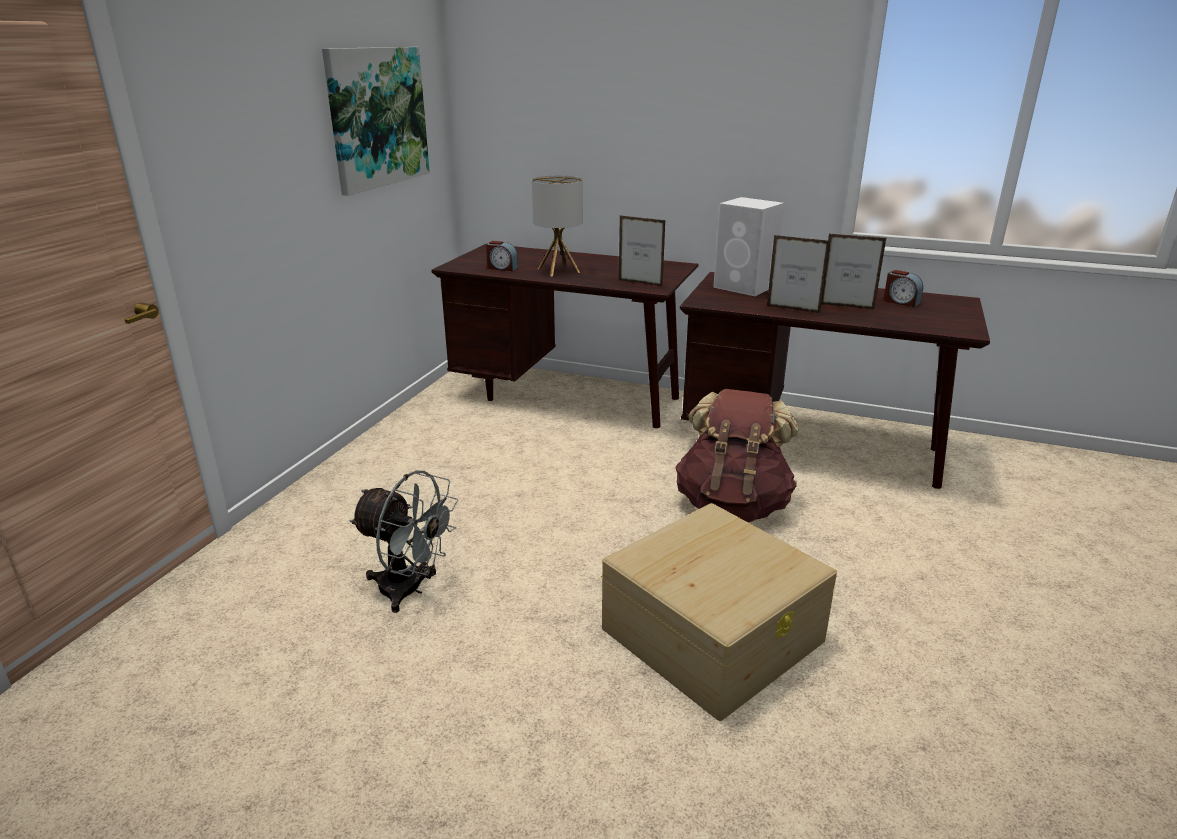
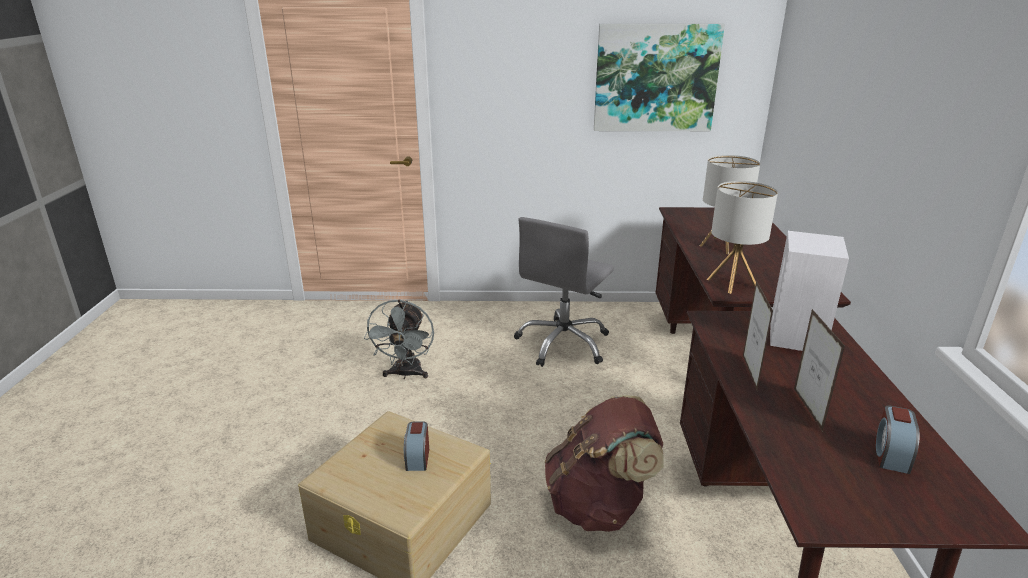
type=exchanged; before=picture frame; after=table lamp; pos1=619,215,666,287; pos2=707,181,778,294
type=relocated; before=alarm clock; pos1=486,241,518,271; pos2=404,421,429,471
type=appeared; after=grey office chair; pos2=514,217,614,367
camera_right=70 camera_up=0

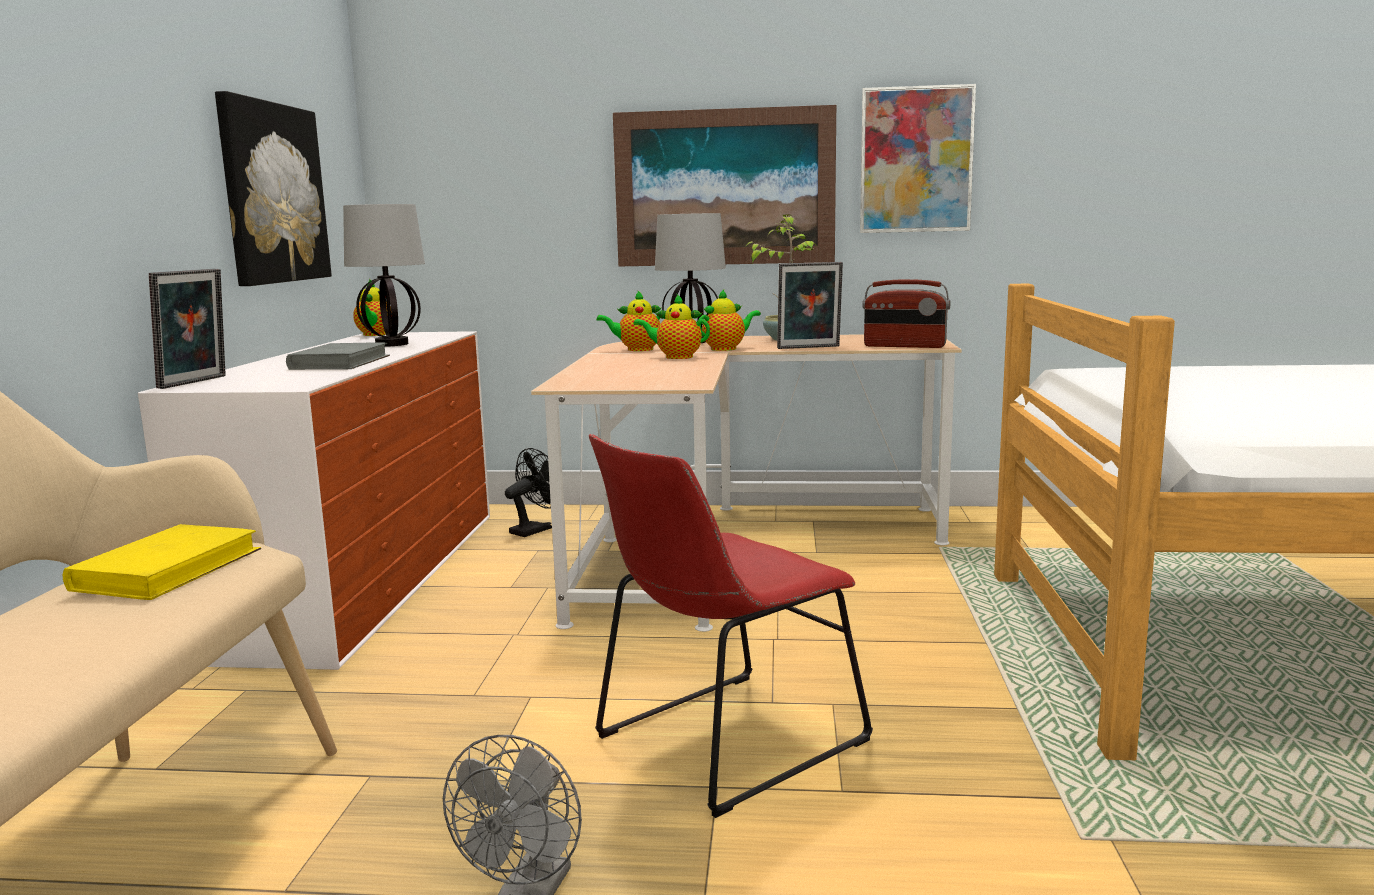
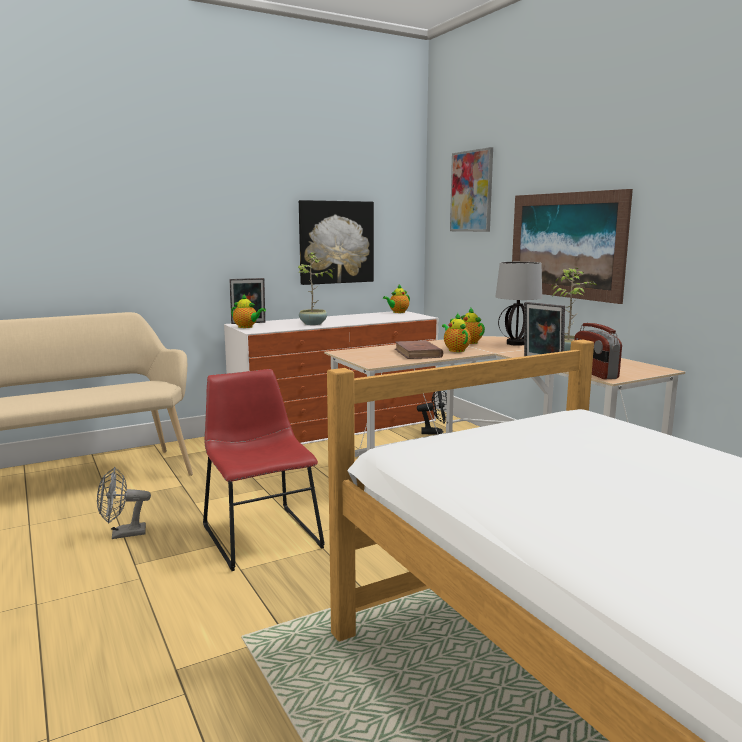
type=relocated; before=picture; pos1=860,84,976,233; pos2=450,147,493,232
type=missing; before=table lamp; pos1=343,204,425,347
type=relocated; before=teapot; pos1=699,290,761,351; pos2=231,294,266,328
type=exchanged; before=grey book; after=potted plant; pos1=286,342,390,370; pos2=297,252,333,325
type=spun; before=red chair; pos1=589,434,873,818; pos2=203,369,325,571; turn=45
type=missing; before=yellow book; pos1=63,524,261,600
type=appeared; after=brown book; pos2=395,340,443,359
camera_right=55 camera_up=0

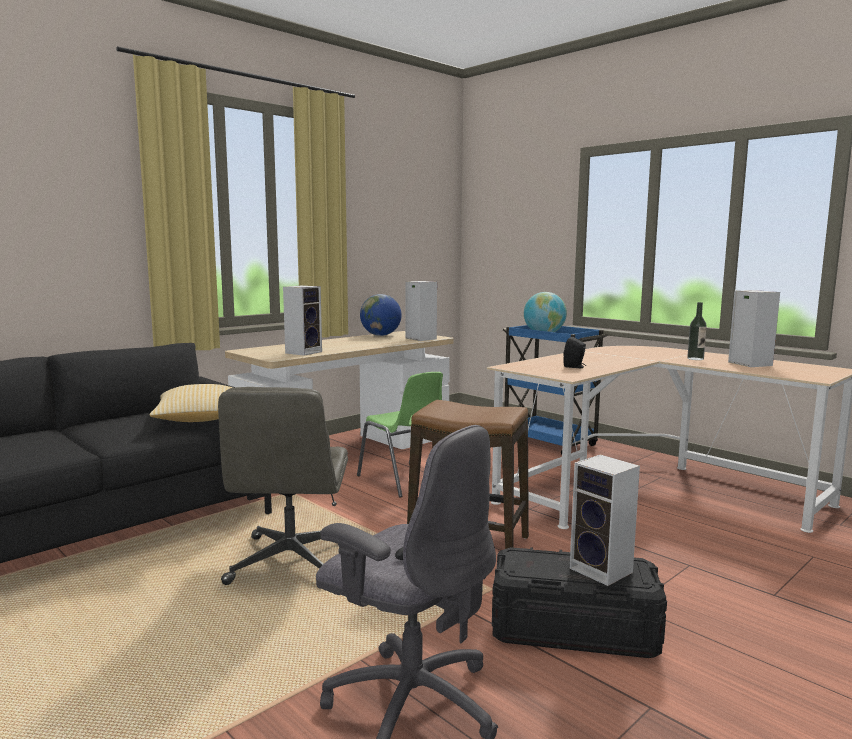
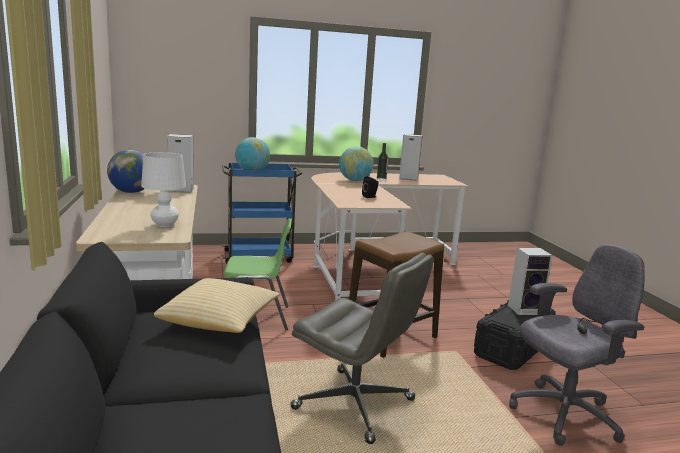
type=exchanged; before=speaker; after=white table lamp; pos1=283,285,322,356; pos2=141,152,186,227
type=appeared; after=globe; pos2=339,146,374,181
camera_right=-60 camera_up=5

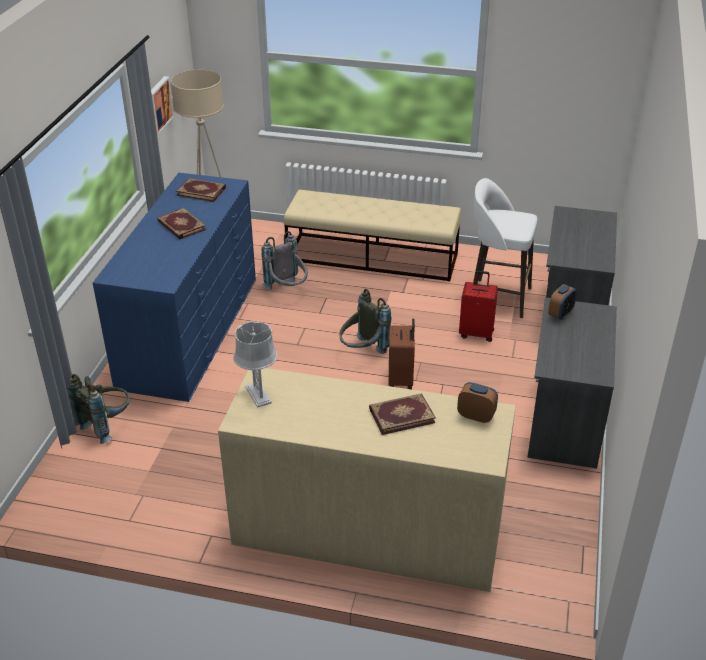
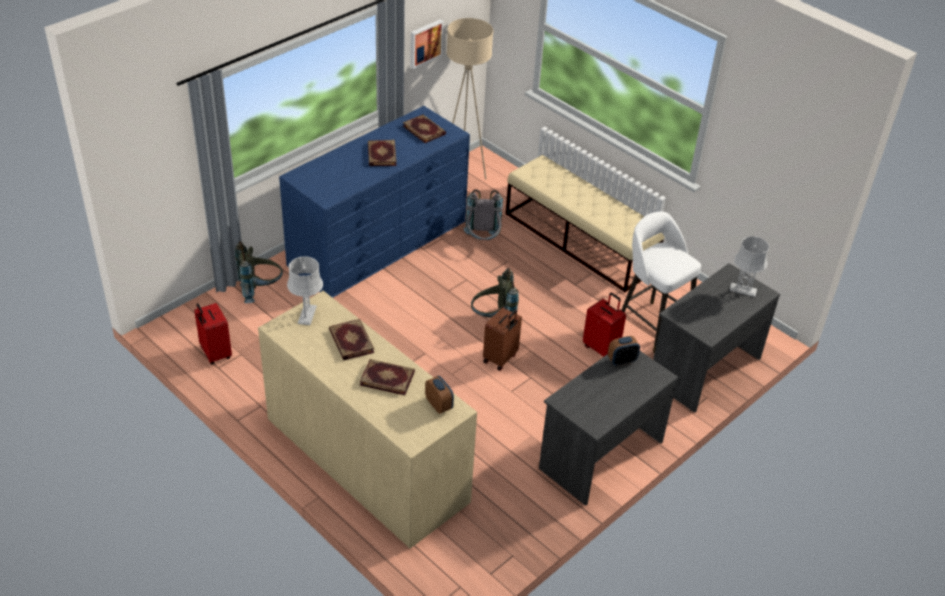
type=appeared; after=grey table lamp; pos2=730,236,769,297
type=appeared; after=red suitcase; pos2=194,303,232,365
type=appeared; after=book; pos2=329,319,374,360
camera_right=30 camera_up=5

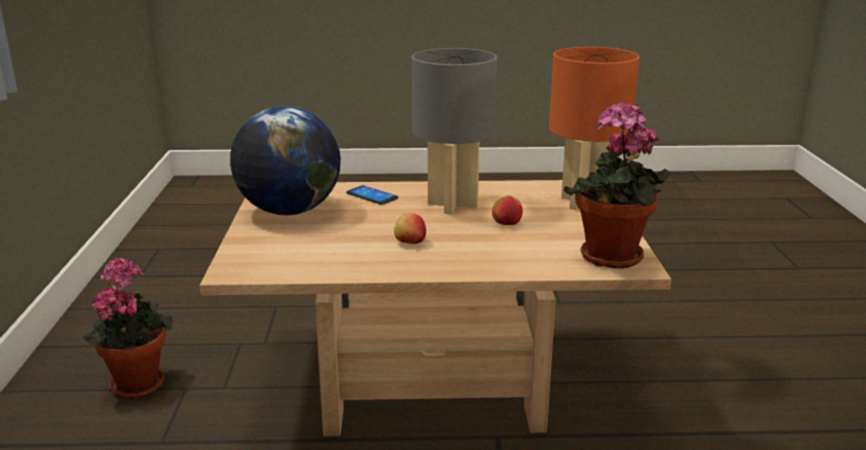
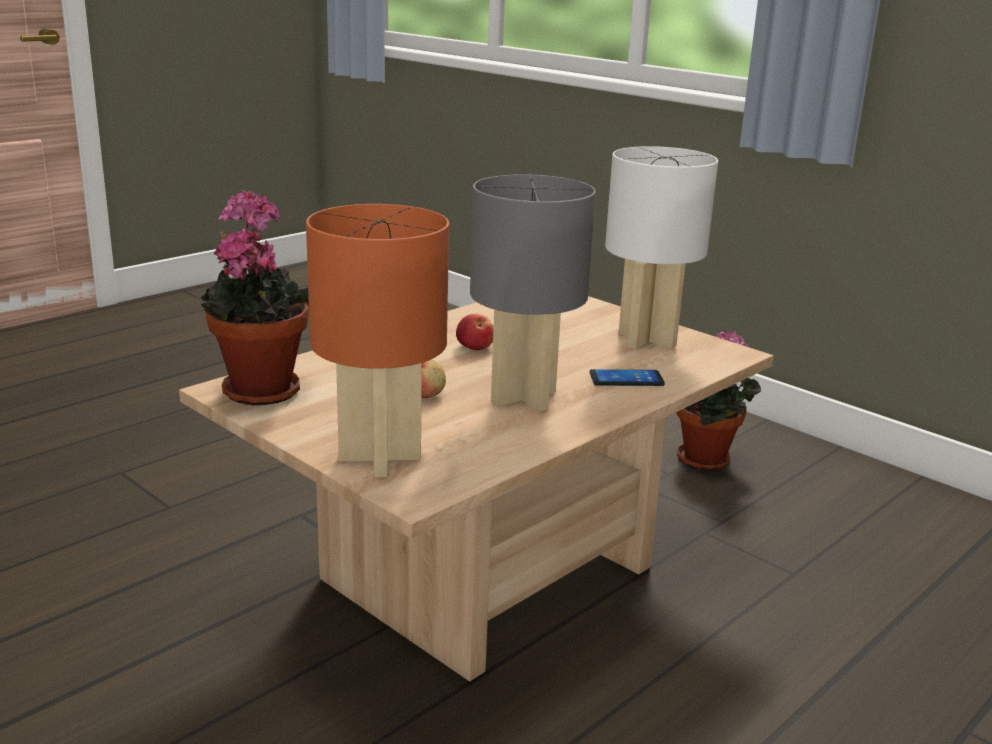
type=exchanged; before=globe; after=white table lamp; pos1=230,106,341,215; pos2=605,146,718,349
camera_right=135 camera_up=0

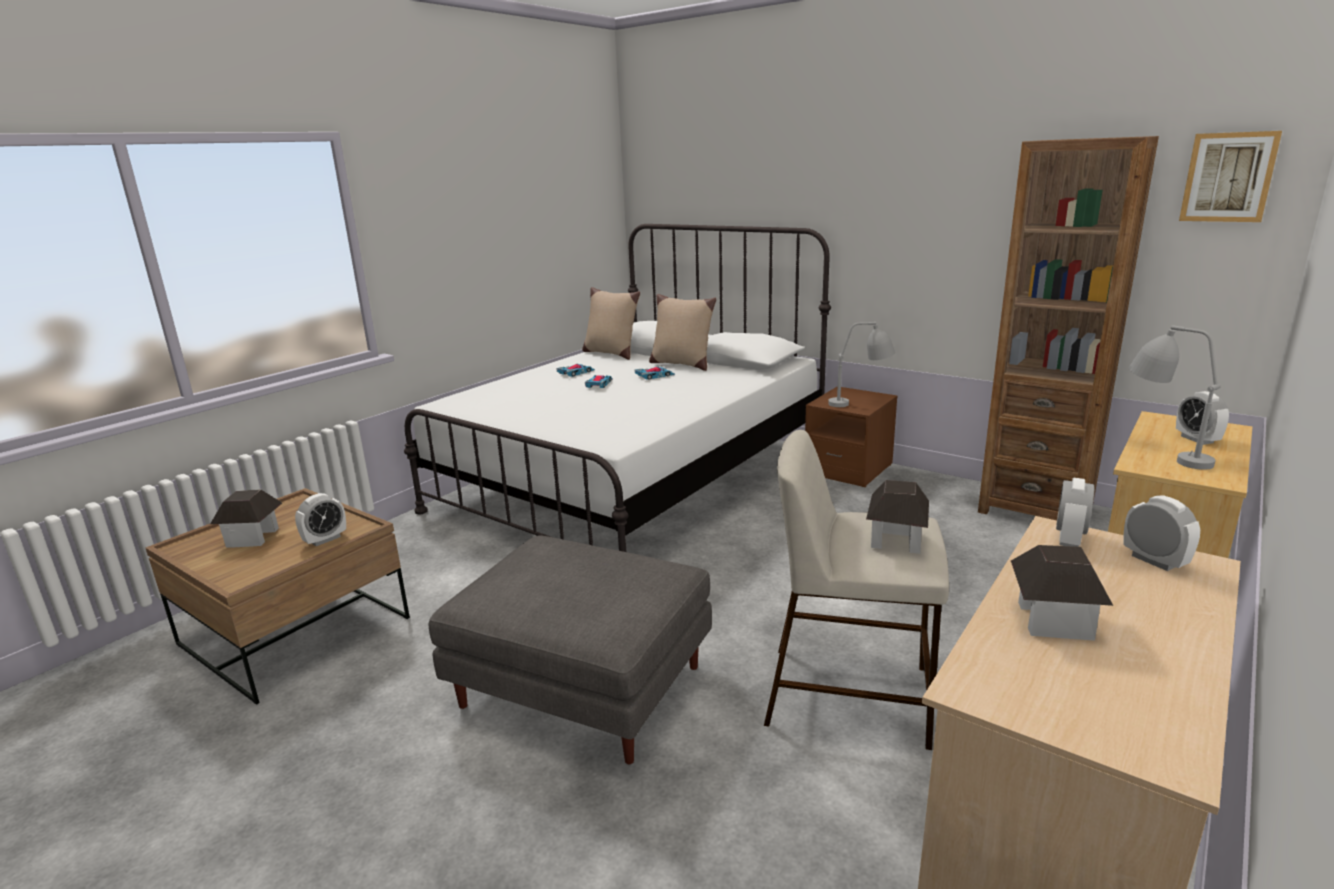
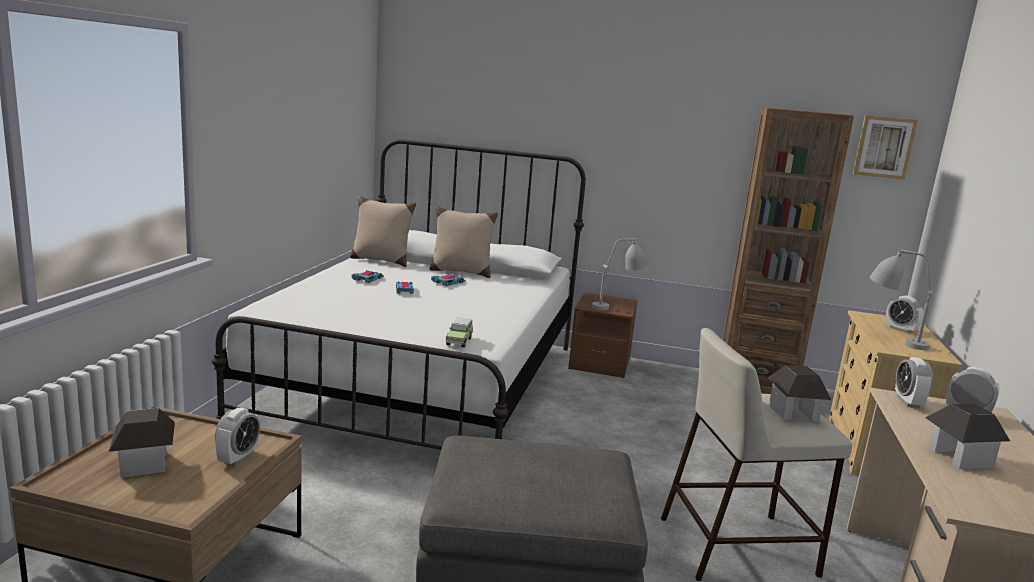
type=appeared; after=toy car; pos2=446,318,473,348
camera_right=-25 camera_up=-5

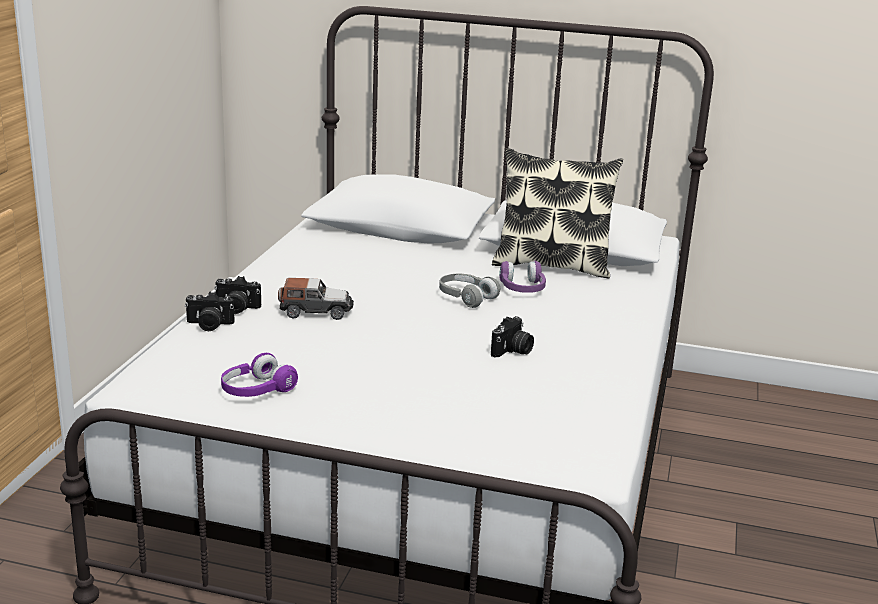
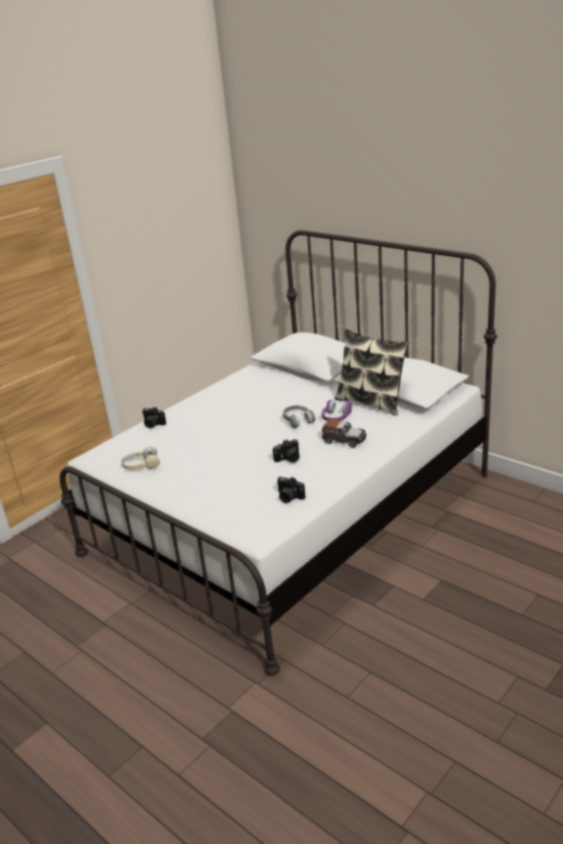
type=relocated; before=photo camera; pos1=214,276,261,314; pos2=277,477,305,503
type=relocated; before=toy car; pos1=278,278,354,320; pos2=322,419,366,448
type=colour; before=purple headphones; after=beige headphones; pos1=221,353,298,397; pos2=121,447,160,470
camera_right=30 camera_up=5

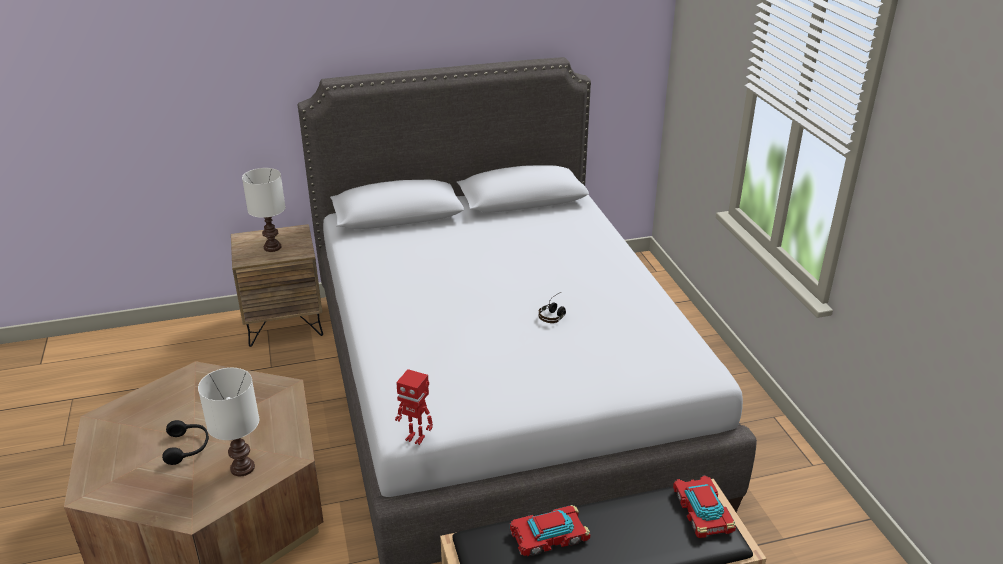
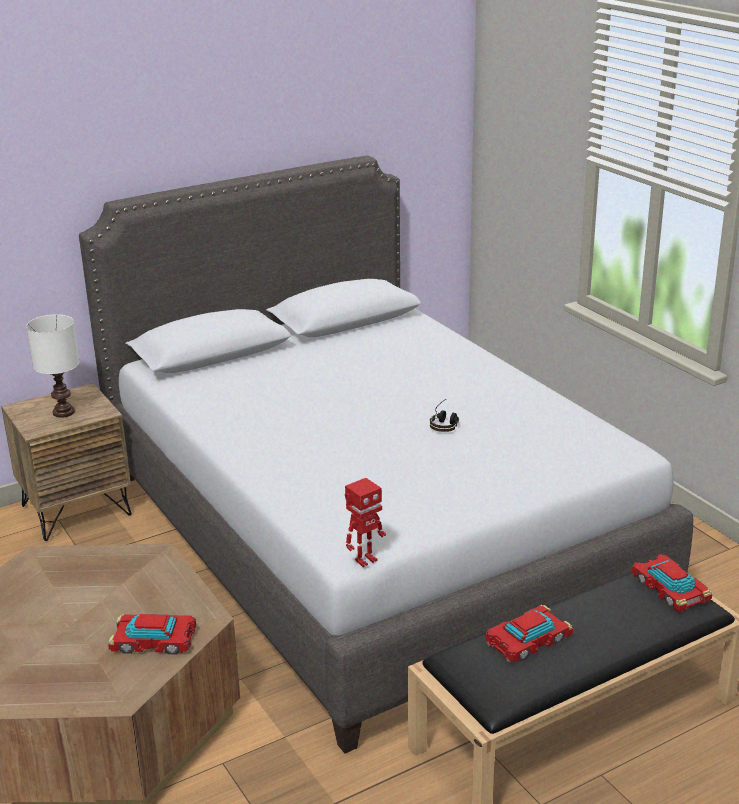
type=exchanged; before=white table lamp; after=toy car; pos1=198,368,259,476; pos2=108,614,196,654
type=spun; before=toy robot; pos1=395,369,433,445; pos2=345,478,386,567; turn=-45
type=missing; before=black headphones; pos1=162,420,209,465
camera_right=-15 camera_up=-5

